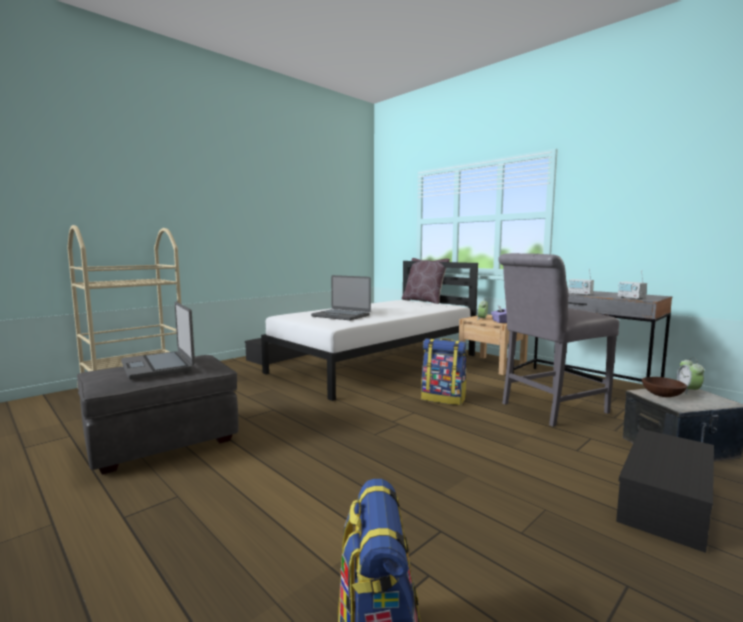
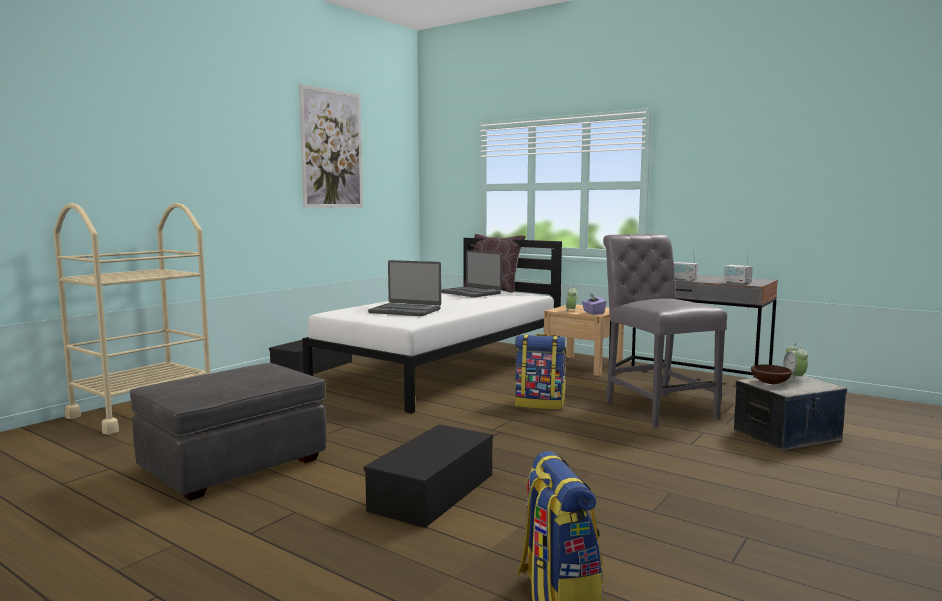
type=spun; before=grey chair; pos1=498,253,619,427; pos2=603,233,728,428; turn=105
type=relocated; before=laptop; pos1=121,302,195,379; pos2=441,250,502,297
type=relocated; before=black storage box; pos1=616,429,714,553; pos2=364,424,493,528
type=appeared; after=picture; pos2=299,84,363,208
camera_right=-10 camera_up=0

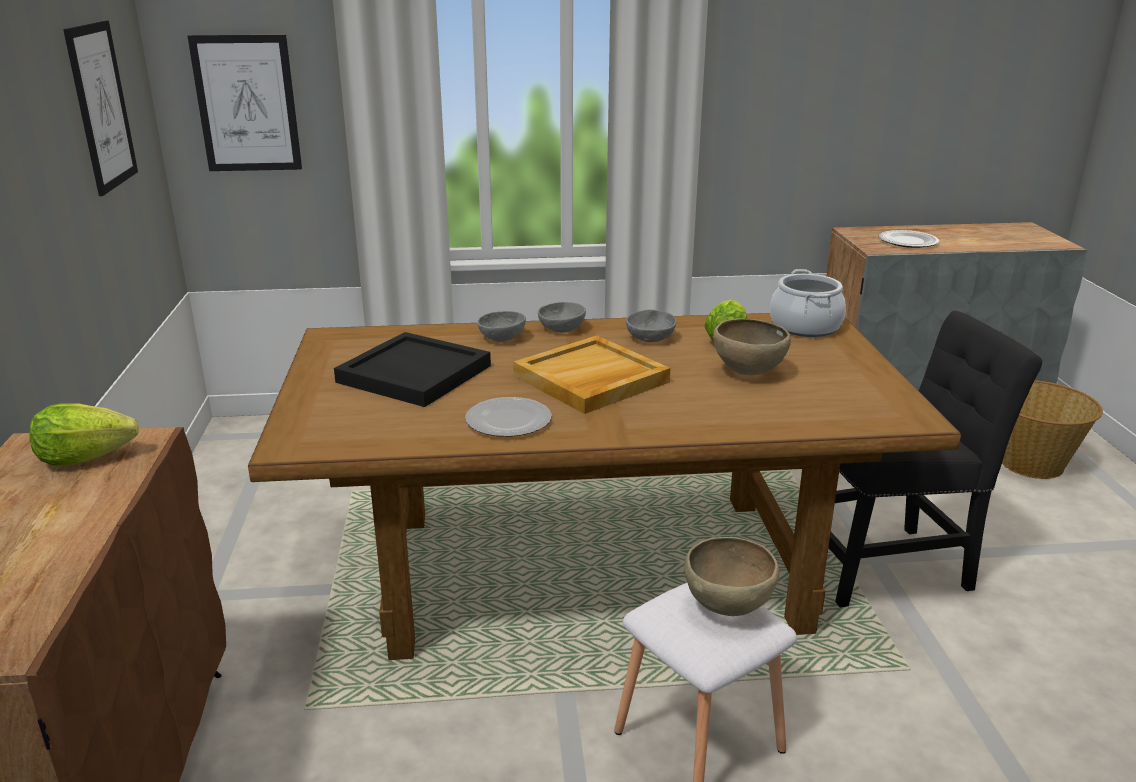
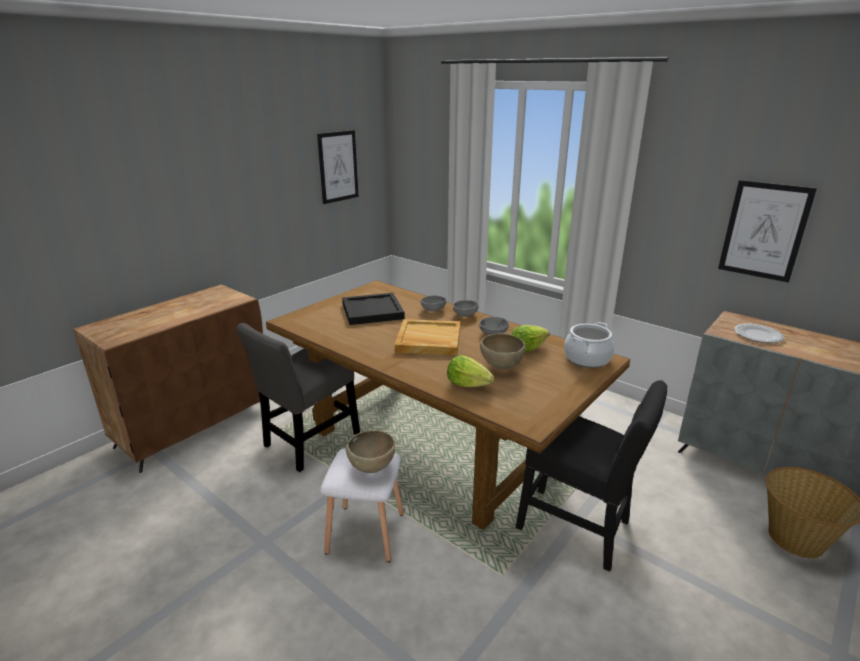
type=relocated; before=picture; pos1=187,35,302,171; pos2=718,180,817,283
type=missing; before=plate; pos1=465,397,552,437
type=relocated; before=lettuce; pos1=29,404,139,466; pos2=447,355,494,387
type=appeared; after=grey chair; pos2=236,323,360,472
camera_right=45 camera_up=0

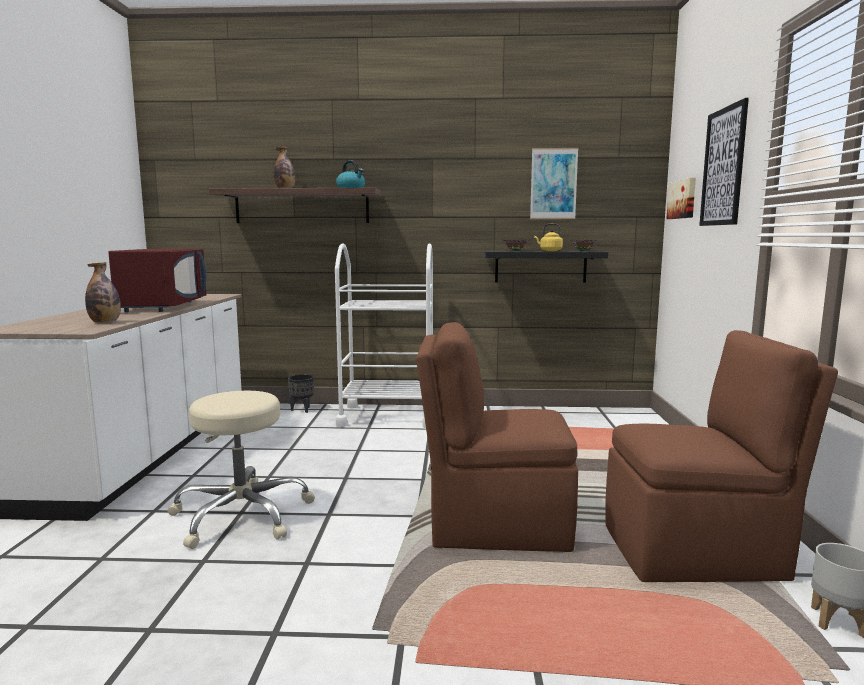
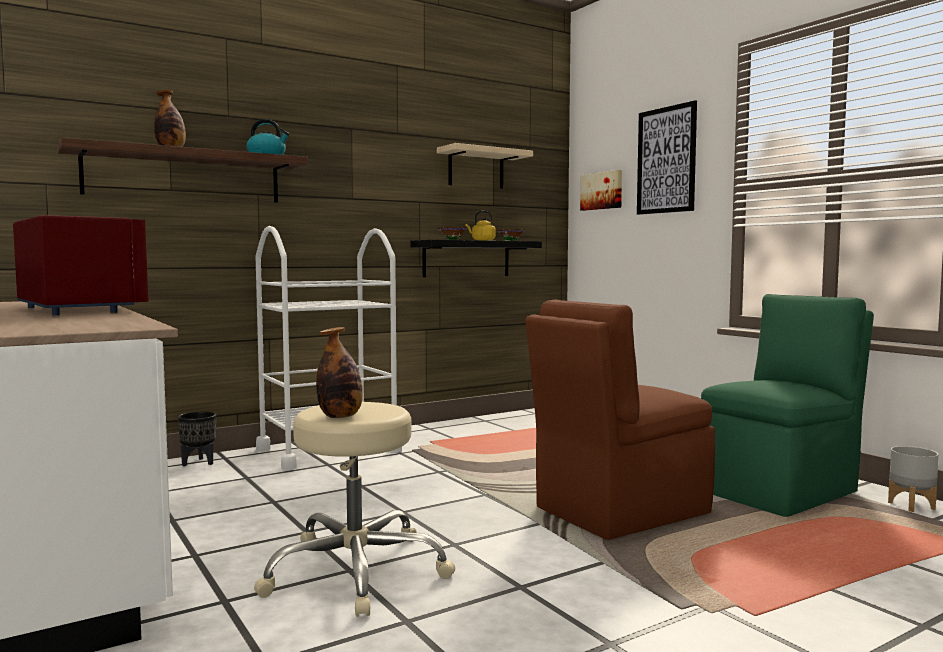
type=exchanged; before=picture; after=beige shelf; pos1=530,148,578,219; pos2=437,143,533,189
type=relocated; before=bottle; pos1=85,262,121,323; pos2=316,327,363,418
type=colour; before=brown chair; after=green chair; pos1=605,330,838,582; pos2=701,294,874,517
camera_right=-35 camera_up=-5

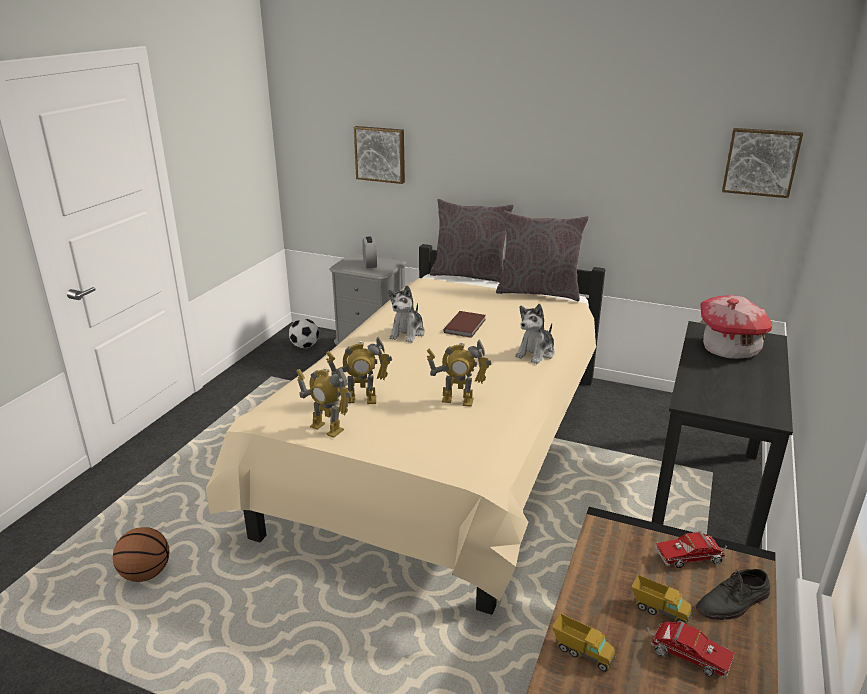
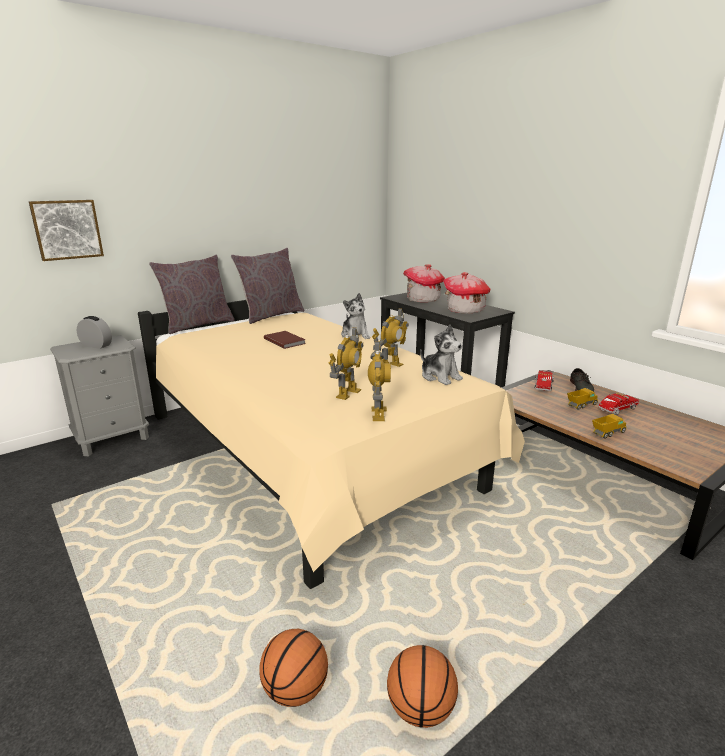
type=missing; before=picture; pos1=722,128,803,198
type=relocated; before=plush toy; pos1=388,285,425,343; pos2=420,325,463,385
type=missing; before=football; pos1=289,319,319,348
type=spun; before=toy robot; pos1=296,367,352,438; pos2=368,342,391,421; turn=-60
type=appeared; after=toy house; pos2=443,272,490,314
type=appeared; after=basketball; pos2=387,645,458,728
camera_right=-60 camera_up=-5

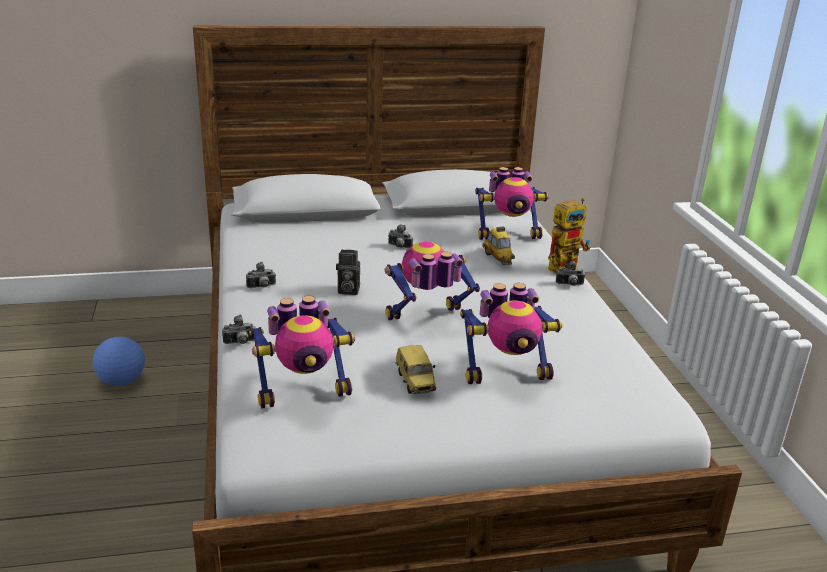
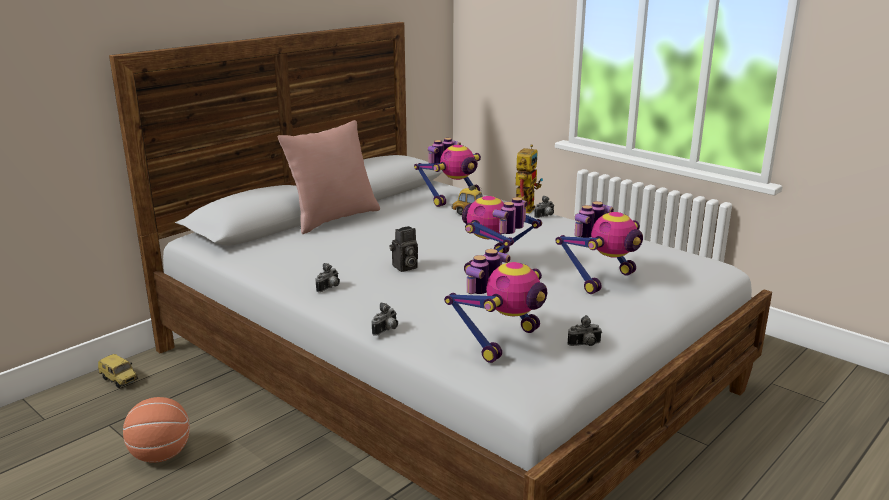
type=relocated; before=photo camera; pos1=388,225,413,249; pos2=567,315,602,346
type=exchanged; before=football; after=basketball; pos1=93,337,145,386; pos2=123,397,190,463
type=relocated; before=toy car; pos1=395,345,436,394; pos2=98,354,138,388
type=appeared; after=pink pillow; pos2=278,120,380,234
camera_right=-35 camera_up=-5

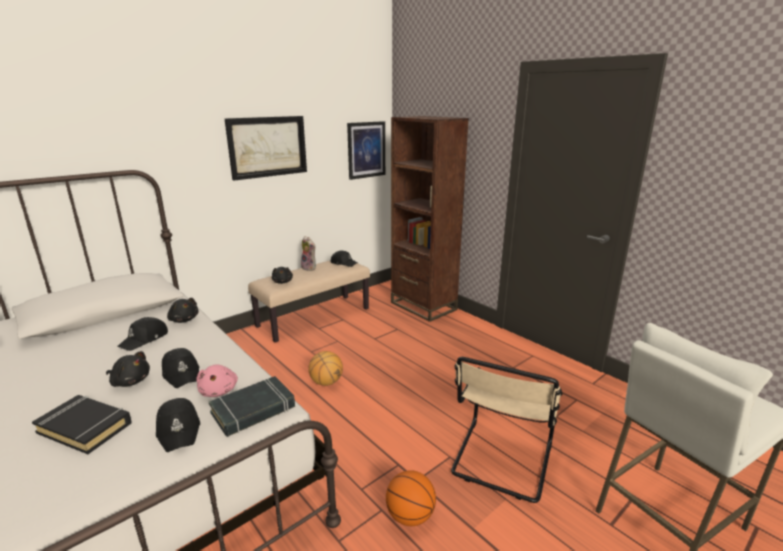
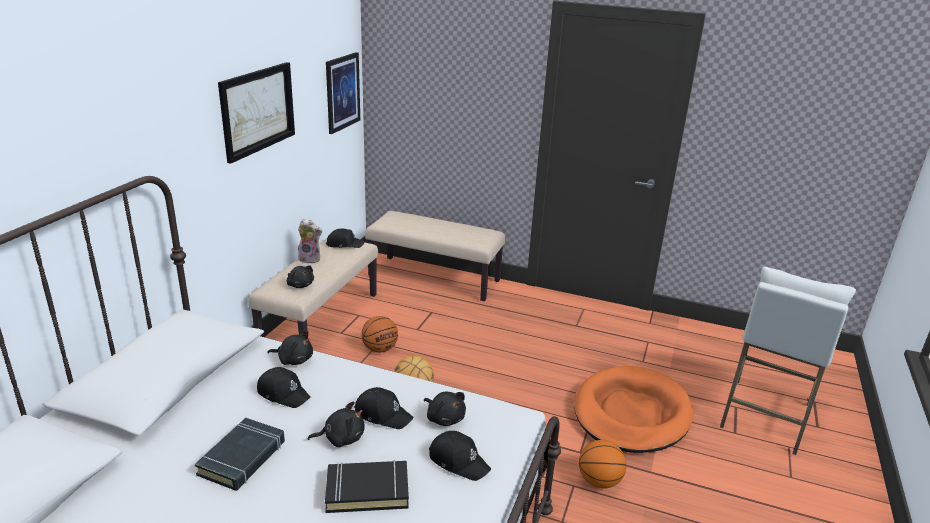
type=exchanged; before=brown bookcase; after=beige bench; pos1=391,116,469,322; pos2=365,211,505,301
type=spun; before=black cap; pos1=117,317,168,351; pos2=257,367,311,408; turn=-60
type=exchanged; before=beige chair; after=orange dog bed; pos1=451,357,562,503; pos2=574,366,693,453
type=colour; before=pink plush toy; after=black plush toy; pos1=196,364,238,397; pos2=424,392,466,426
type=relocated; before=black book; pos1=209,376,295,437; pos2=194,418,285,491
type=appeared; after=basketball; pos2=361,316,398,353
camera_right=-30 camera_up=5

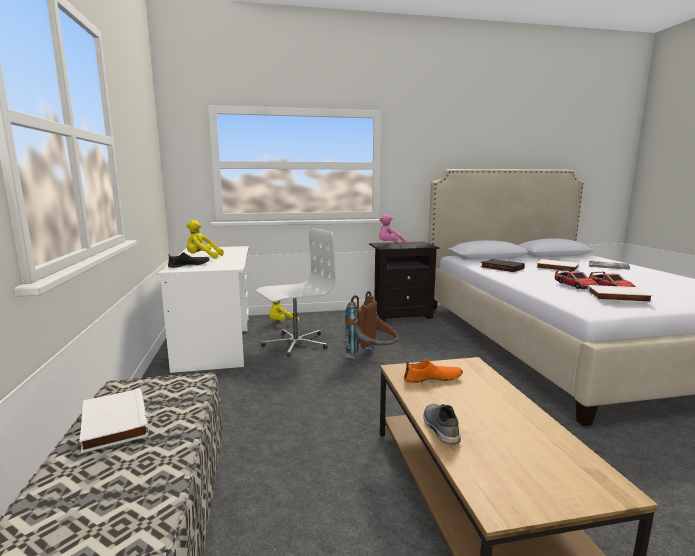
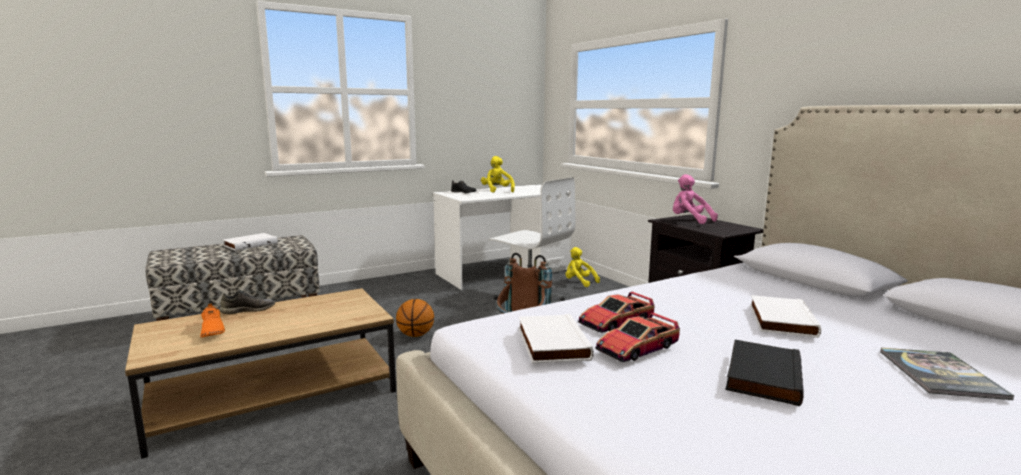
type=relocated; before=black book; pos1=481,259,525,272; pos2=726,340,803,406
type=relocated; before=orange shoe; pos1=404,359,463,383; pos2=200,303,225,338
type=appeared; after=basketball; pos2=396,299,434,337
camera_right=70 camera_up=0

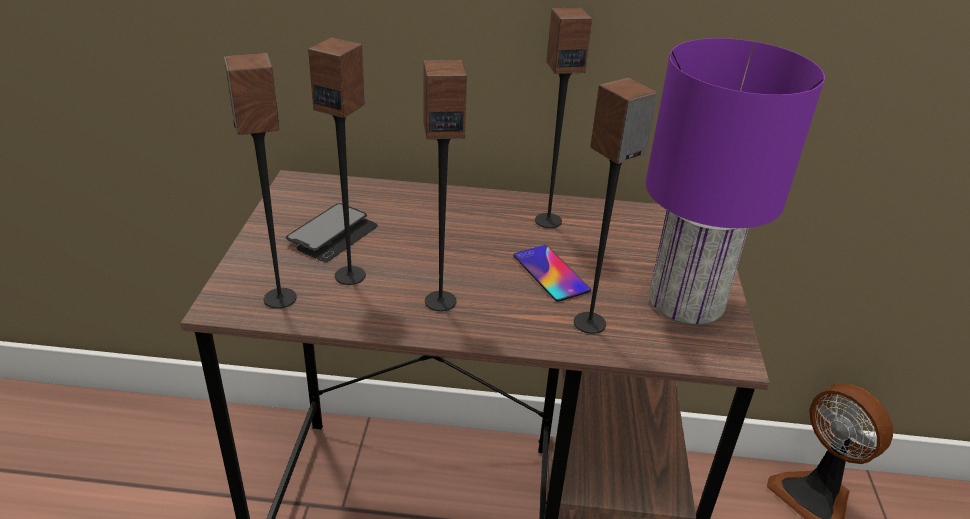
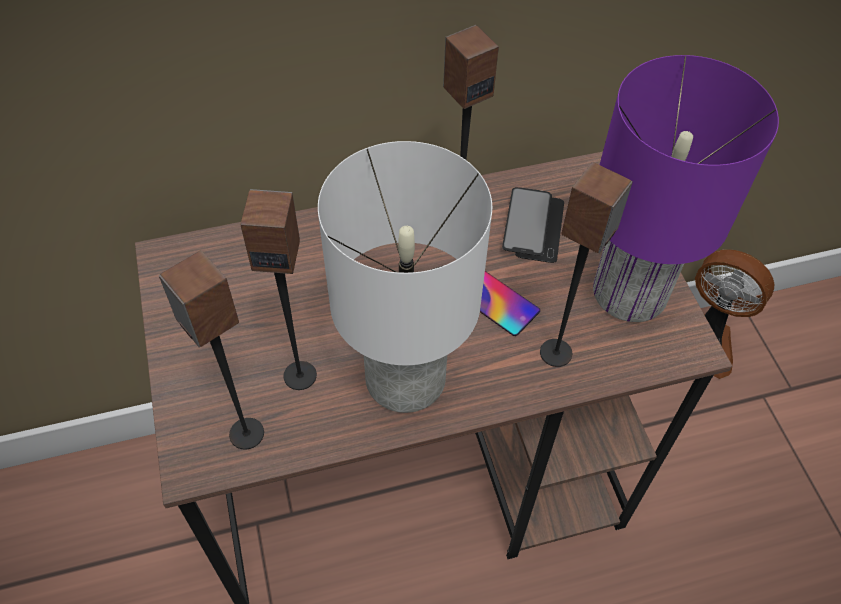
type=exchanged; before=speaker; after=white table lamp; pos1=423,60,467,311; pos2=318,141,492,413
type=relocated; before=phone; pos1=286,203,378,262; pos2=502,187,564,263
camera_right=-20 camera_up=20

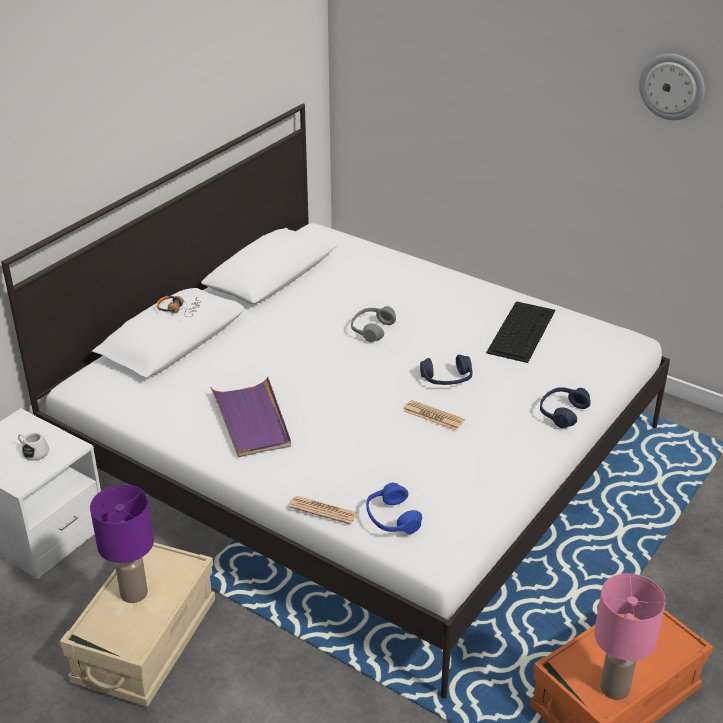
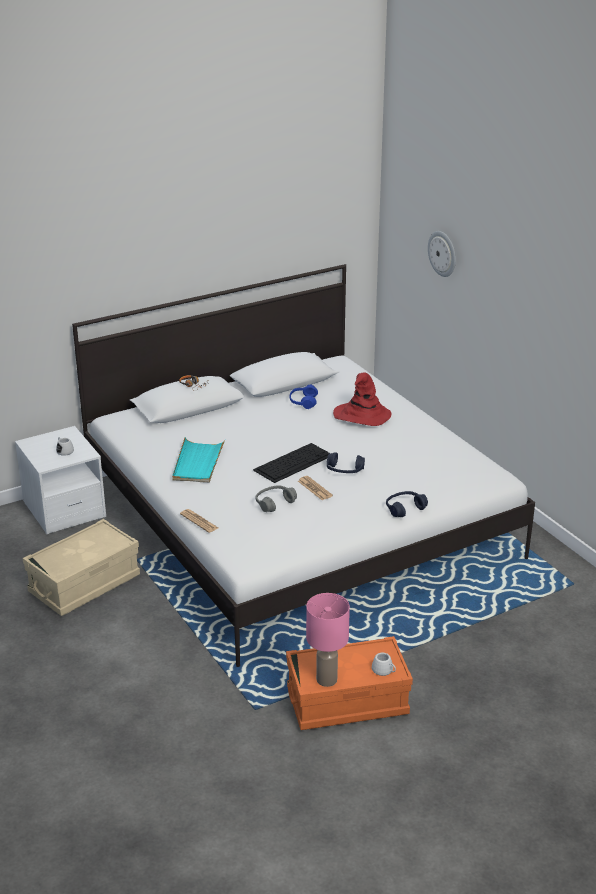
type=relocated; before=wall clock; pos1=639,54,705,120; pos2=428,231,456,277
type=relocated; before=keyboard; pos1=486,301,555,363; pos2=253,443,329,483
type=relocated; before=grey headphones; pos1=351,306,396,342; pos2=256,485,297,512
type=colour; before=purple tray; after=turquoise tray; pos1=210,376,291,457; pos2=172,437,225,483
type=relocated; before=blue headphones; pos1=366,482,422,534; pos2=289,385,318,409
type=missing; before=purple table lamp; pos1=90,485,154,603
type=appeared; after=red hat; pos2=333,372,391,426
type=appeared; after=white mug; pos2=372,653,396,676
camera_right=25 camera_up=-5

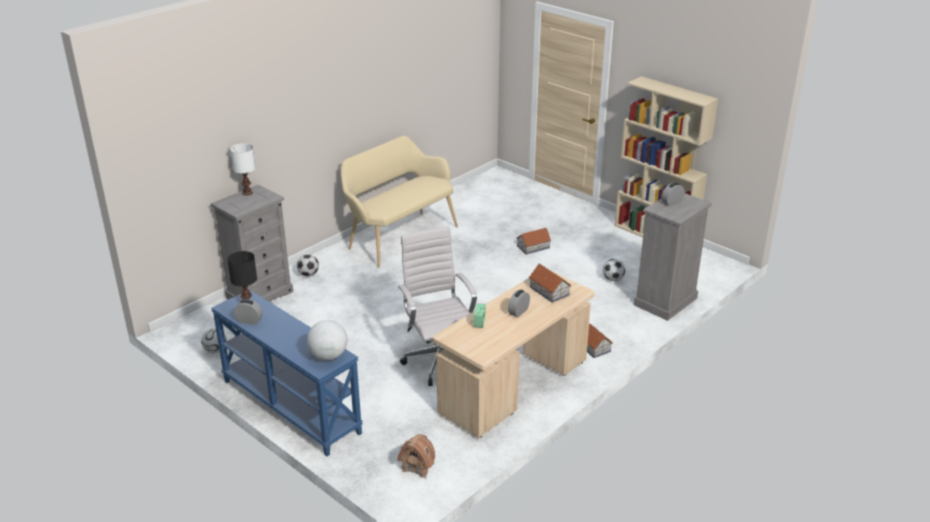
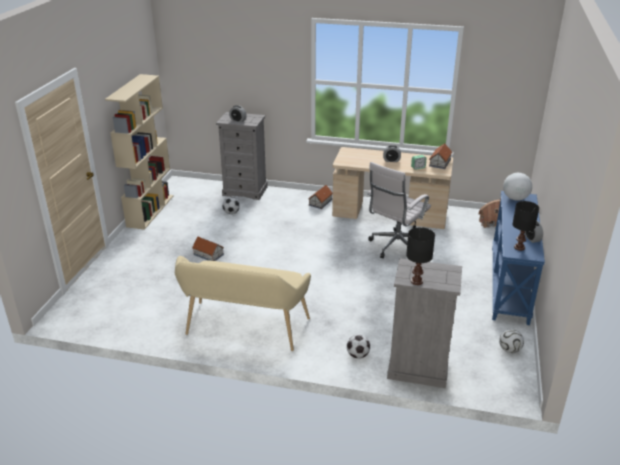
type=colour; before=white table lamp; after=black table lamp; pos1=230,143,256,195; pos2=406,227,435,285
type=relocated; before=toy house; pos1=529,264,571,303; pos2=429,143,452,169
camera_right=-120 camera_up=0

